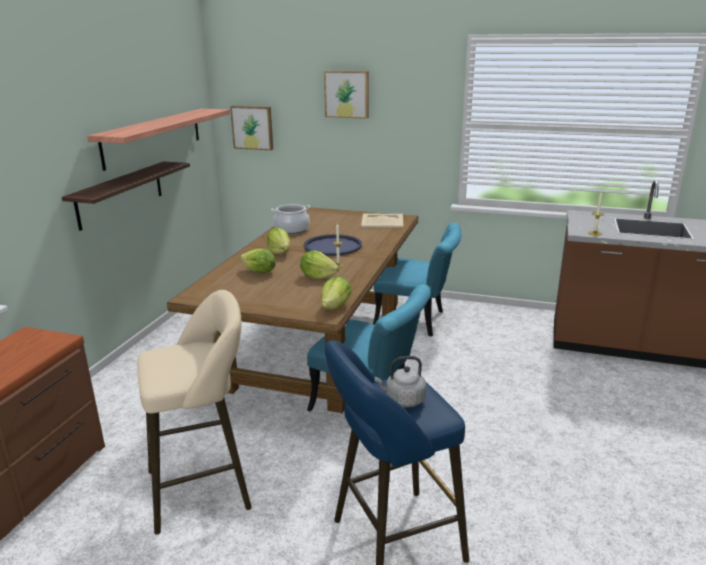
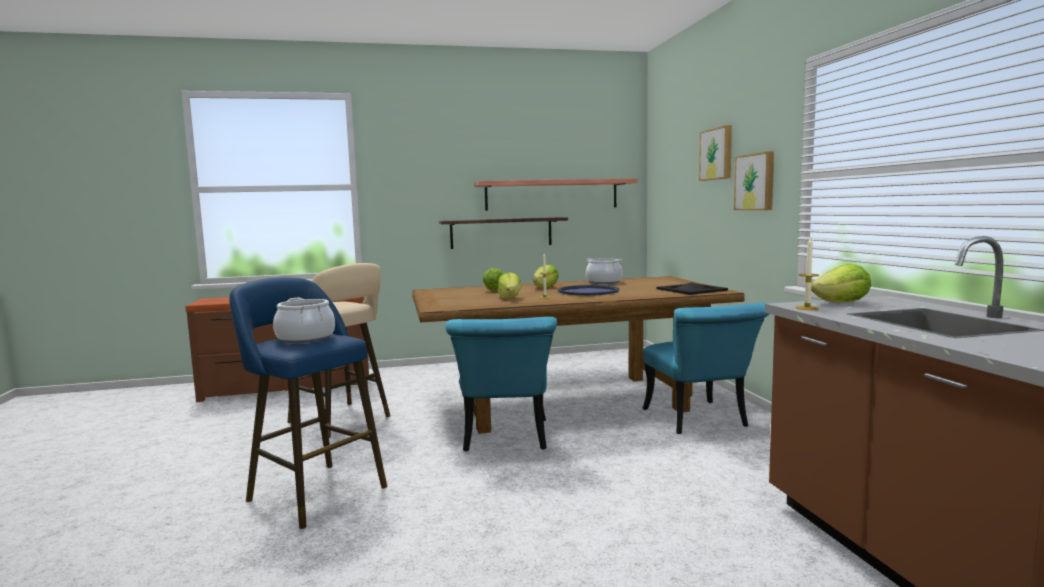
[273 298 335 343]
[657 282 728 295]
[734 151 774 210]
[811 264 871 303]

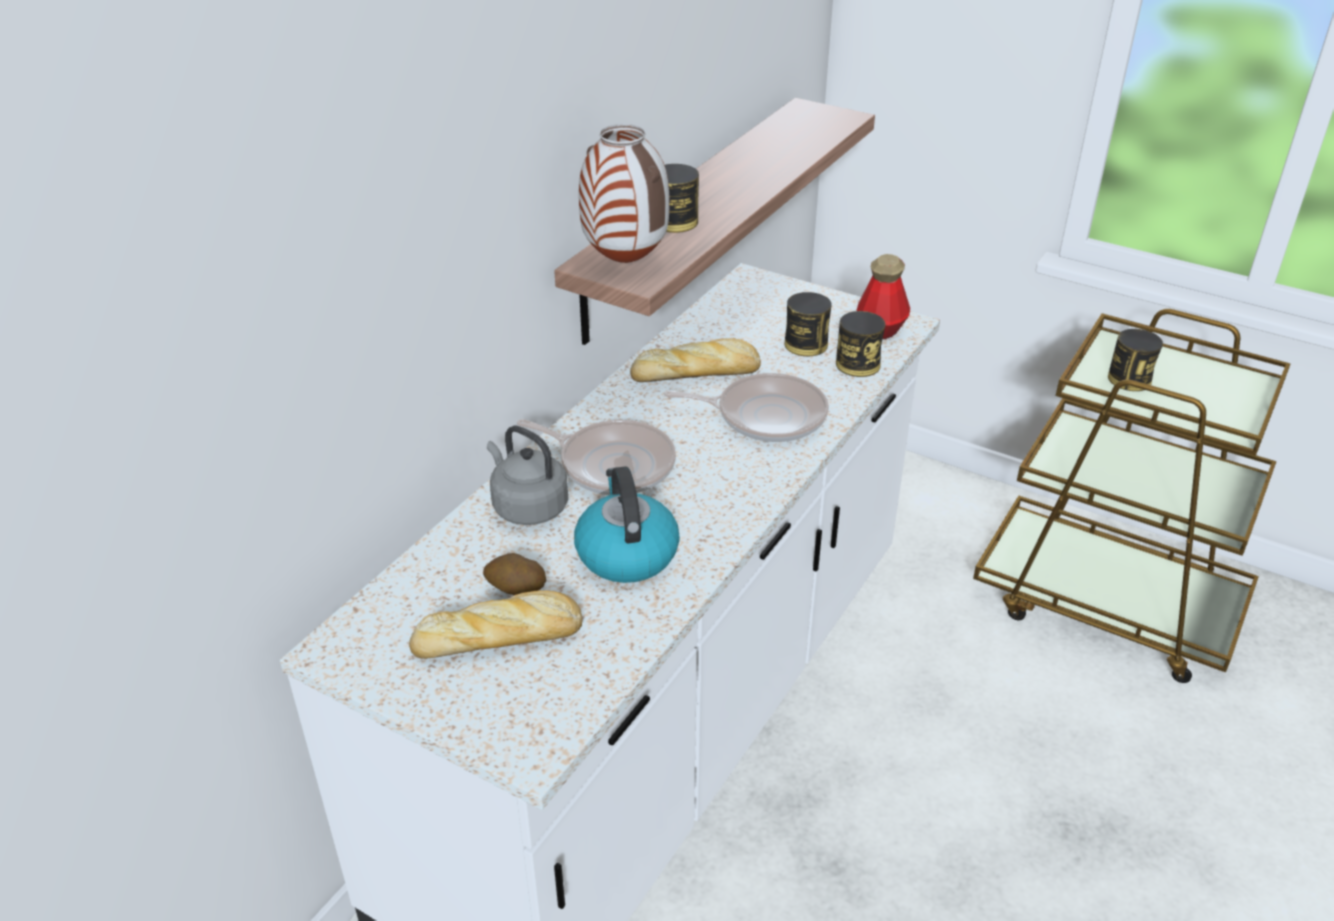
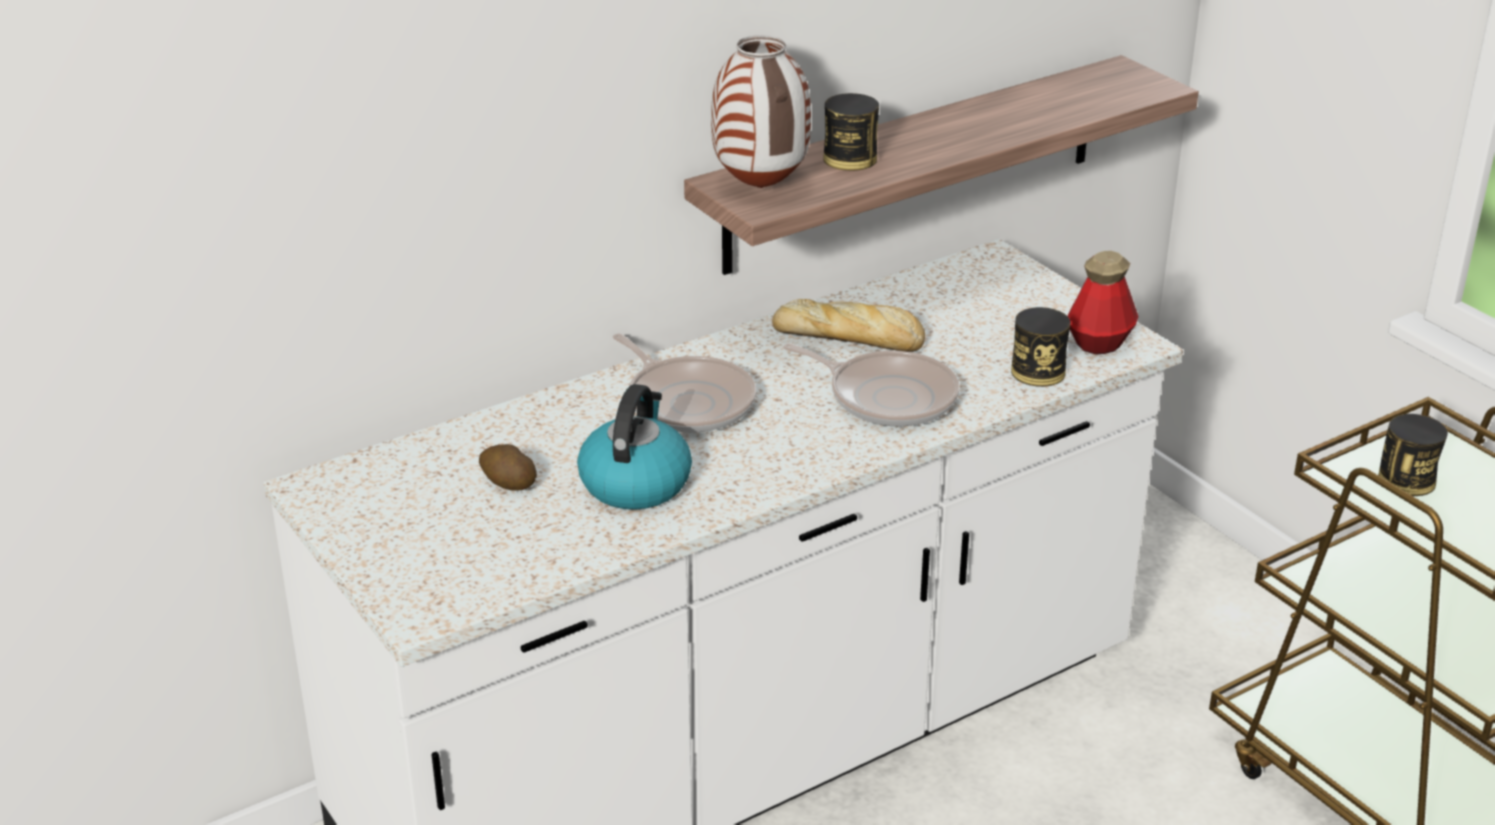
[409 590 582 659] (first image)
[487 426 568 525] (first image)
[785 292 832 356] (first image)

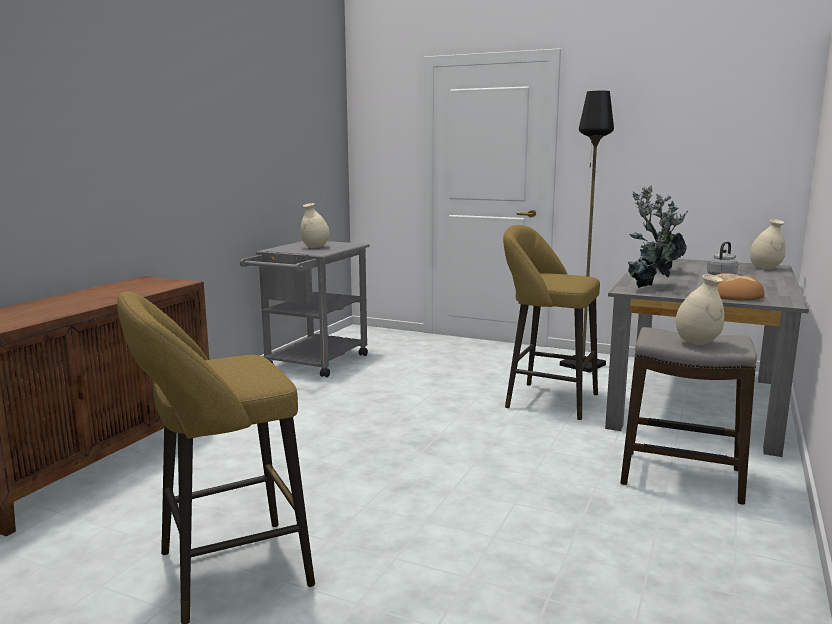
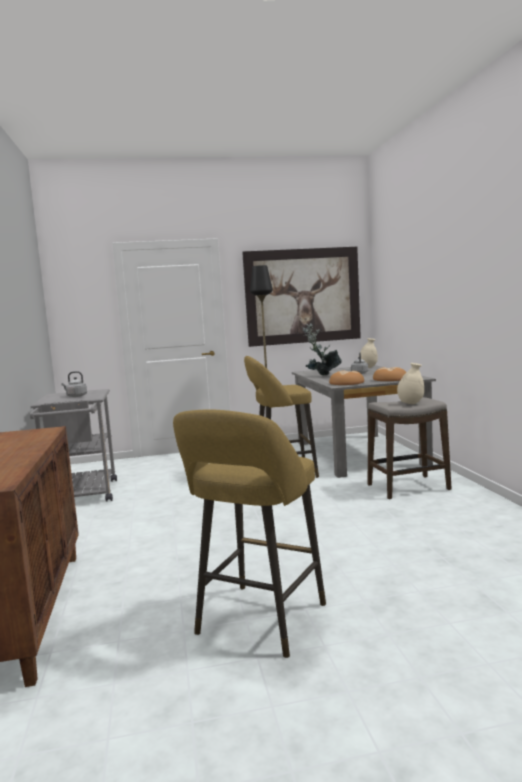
[61 371 87 397]
[242 247 361 347]
[329 371 364 385]

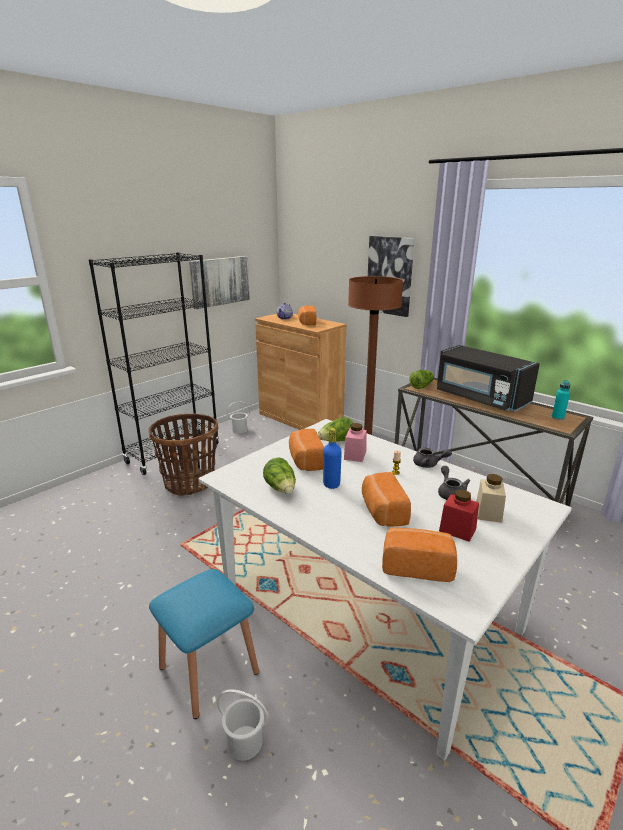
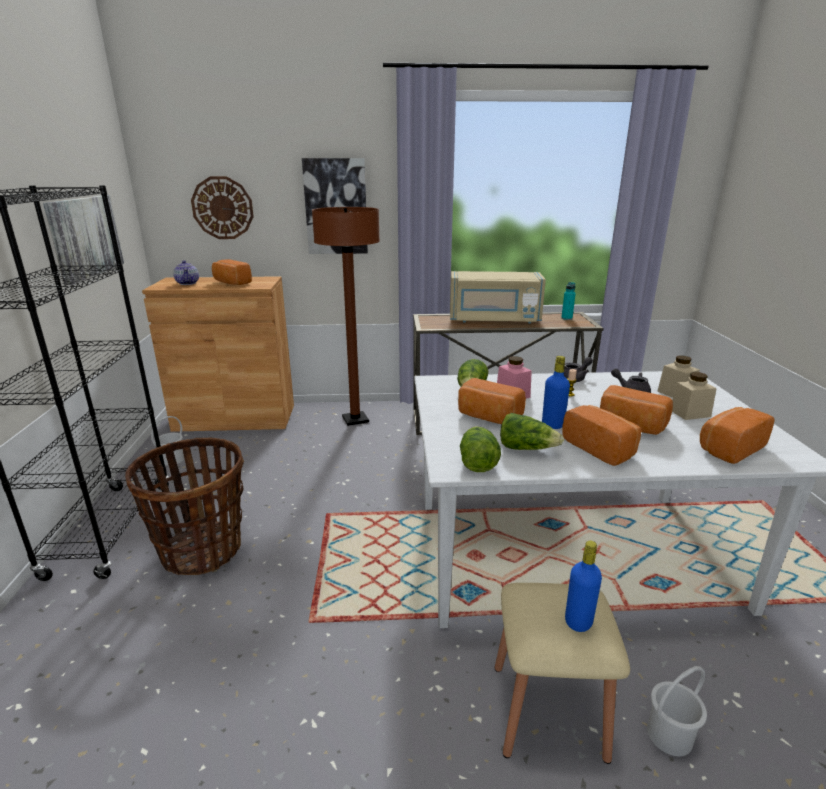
[191 176 254 239]
[450 271 546 323]
[460 426 501 472]
[495 583 630 764]
[562 405 641 466]
[565 541 602 632]
[672 372 717 420]

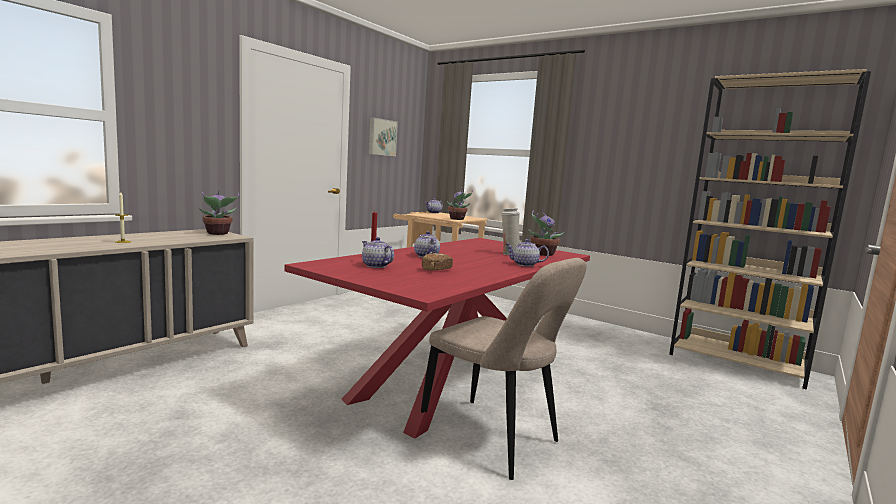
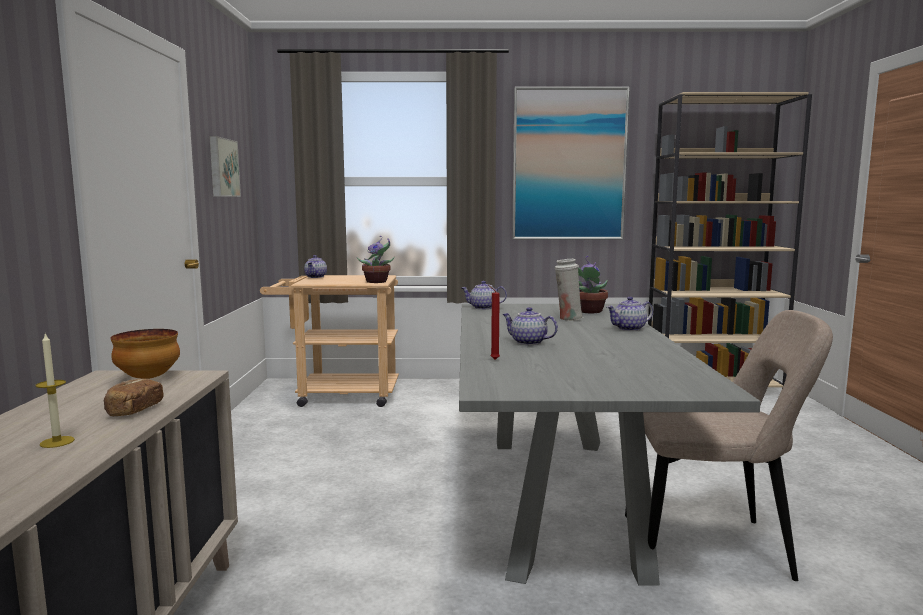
[103 379 163 417]
[111 329 180 379]
[459 304 761 585]
[462 281 507 309]
[512 87 630 239]

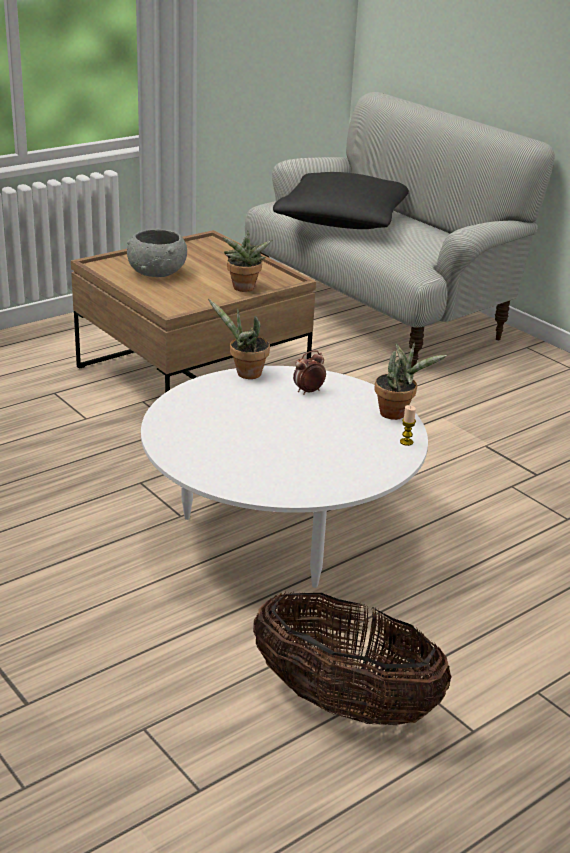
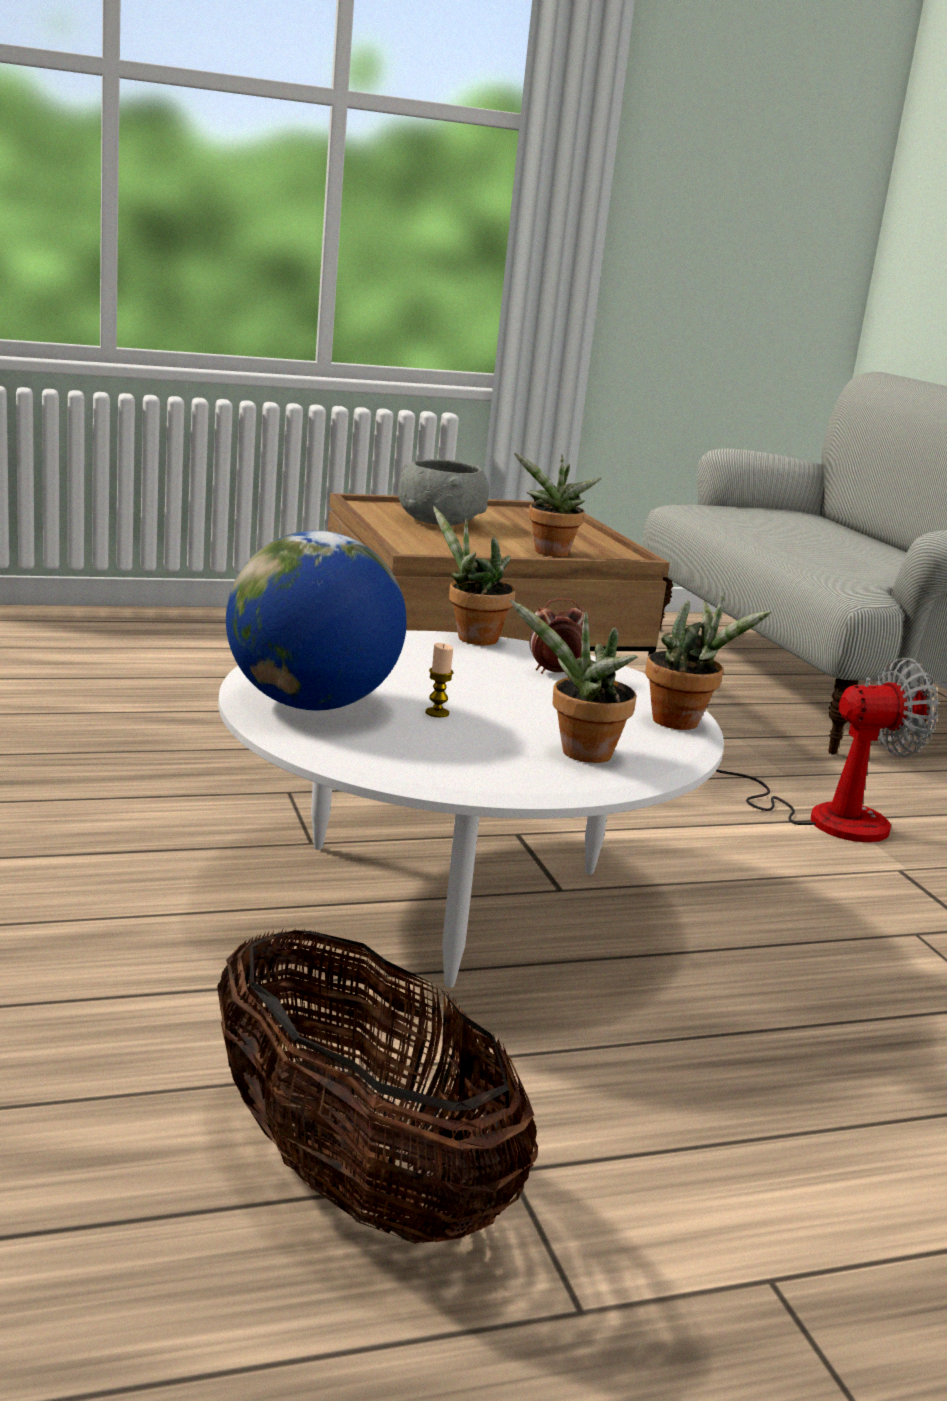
[226 531 407 710]
[426 643 453 717]
[509 599 637 763]
[716 658 938 842]
[273 172 409 229] (first image)

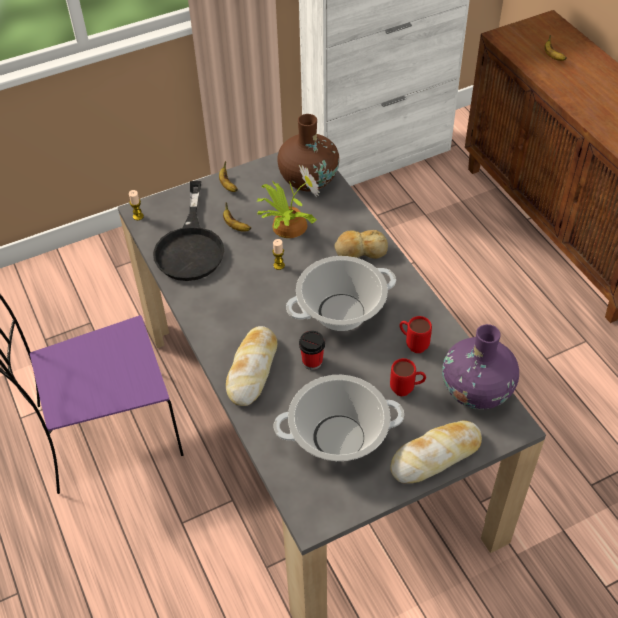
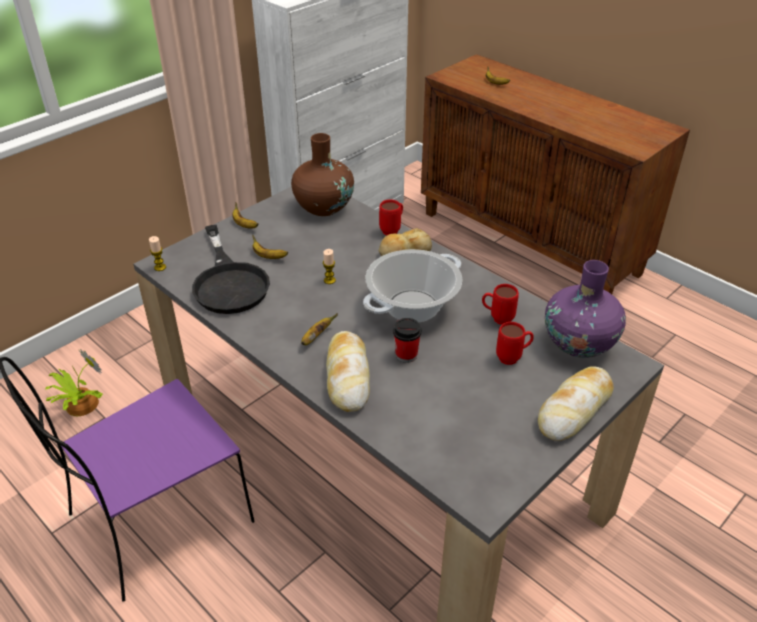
[45 349 103 416]
[301 313 338 345]
[379 199 403 235]
[274 375 404 461] (first image)

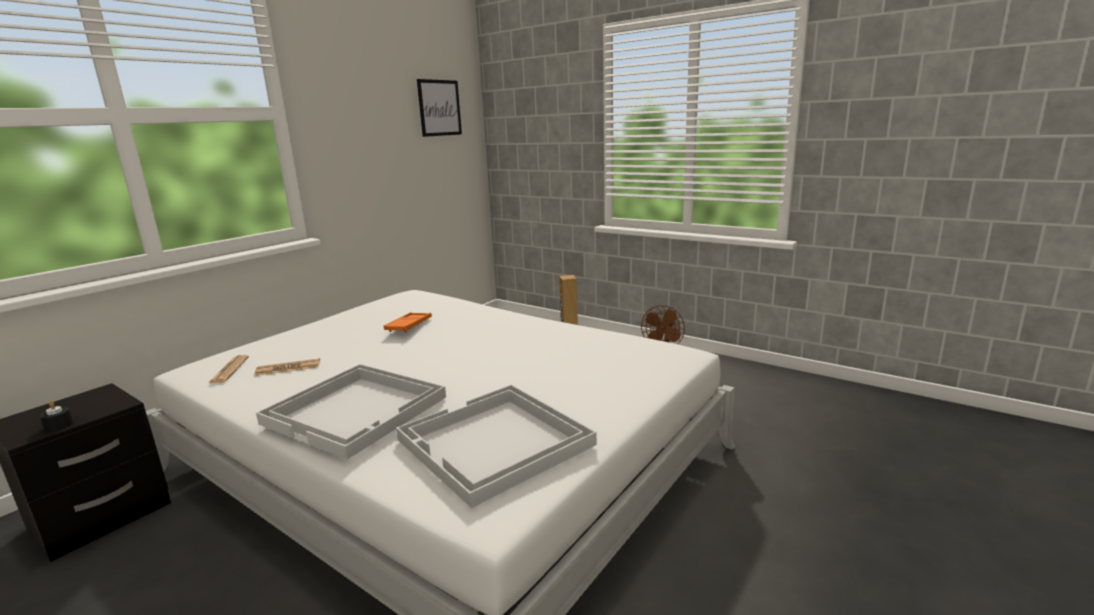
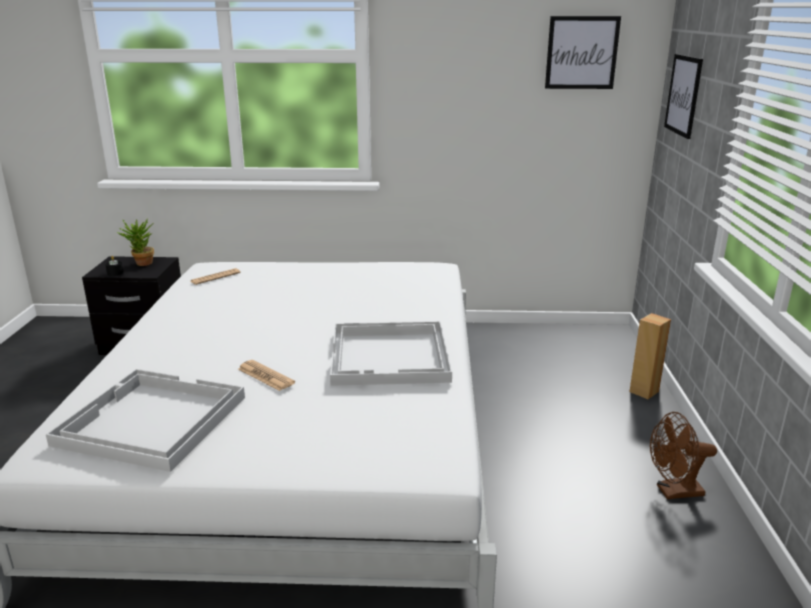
[117 218 154 266]
[238 360 295 391]
[330 321 452 386]
[664 54 703 139]
[384 312 432 332] (first image)

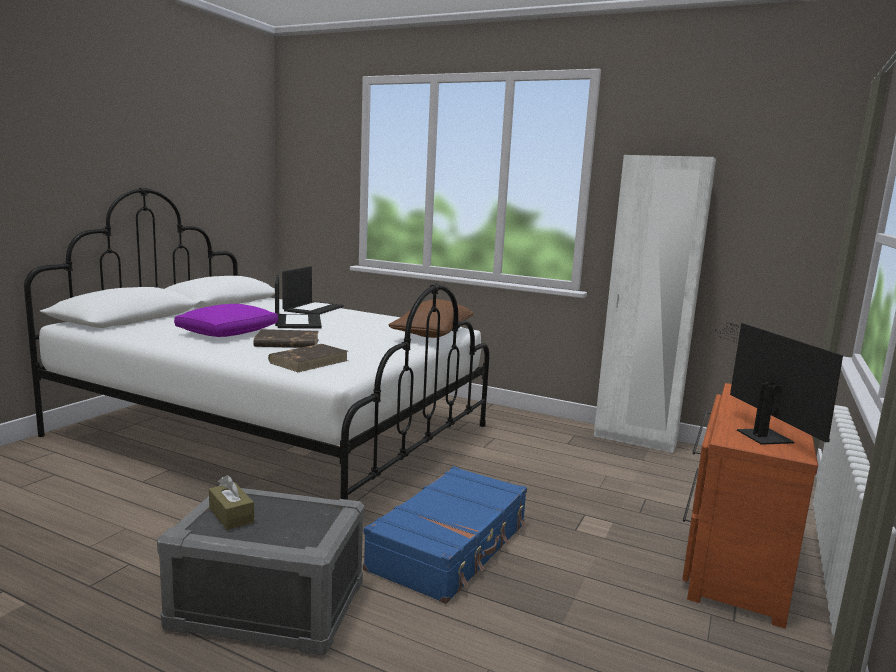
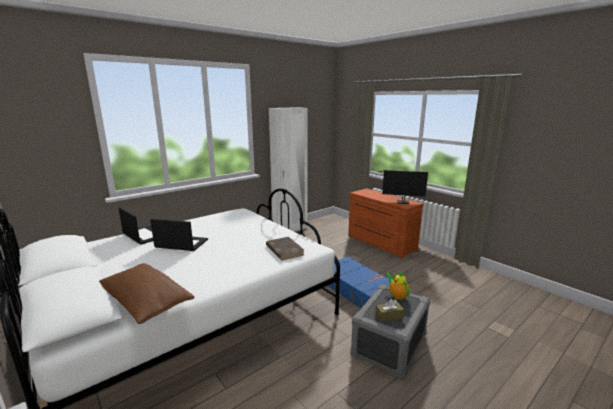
[99 263 195 324]
[386 273 410 300]
[174 304 278 337] (first image)
[253 329 319 348] (first image)

